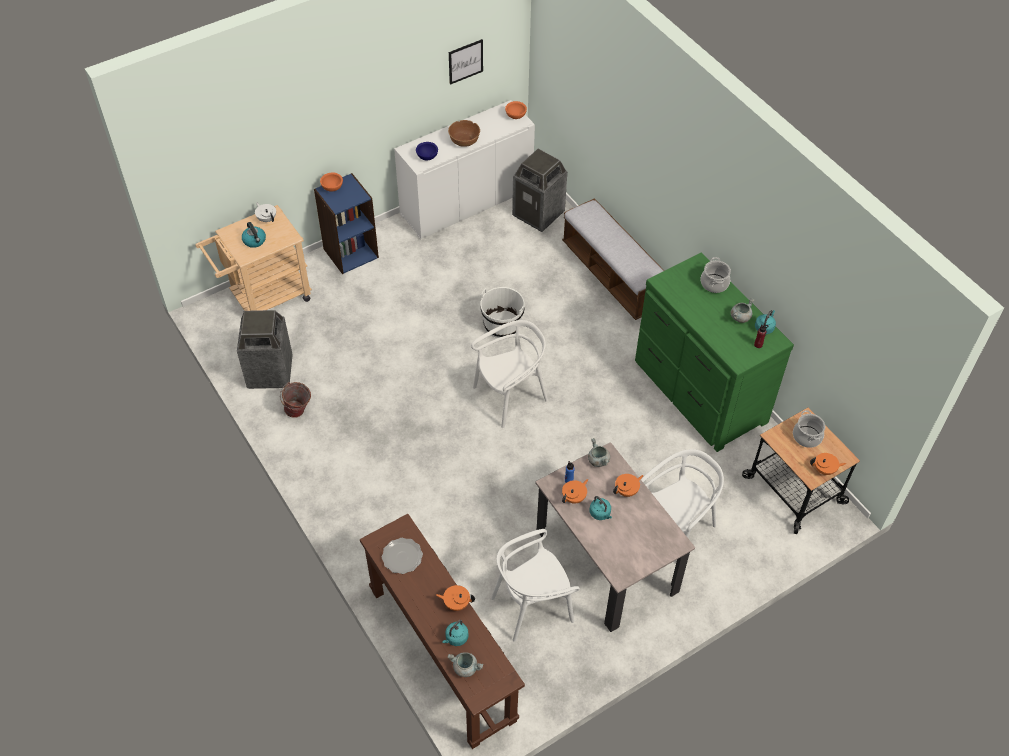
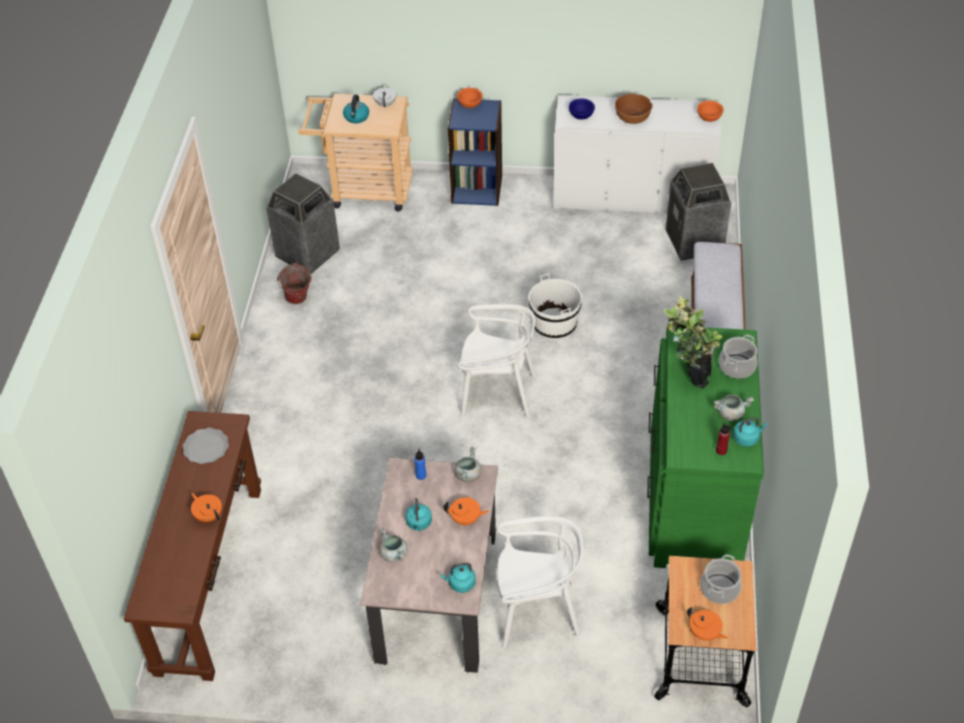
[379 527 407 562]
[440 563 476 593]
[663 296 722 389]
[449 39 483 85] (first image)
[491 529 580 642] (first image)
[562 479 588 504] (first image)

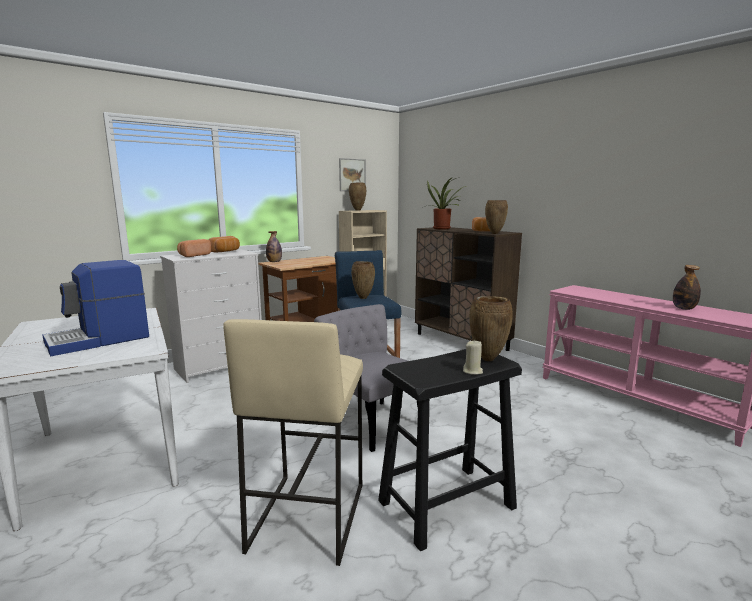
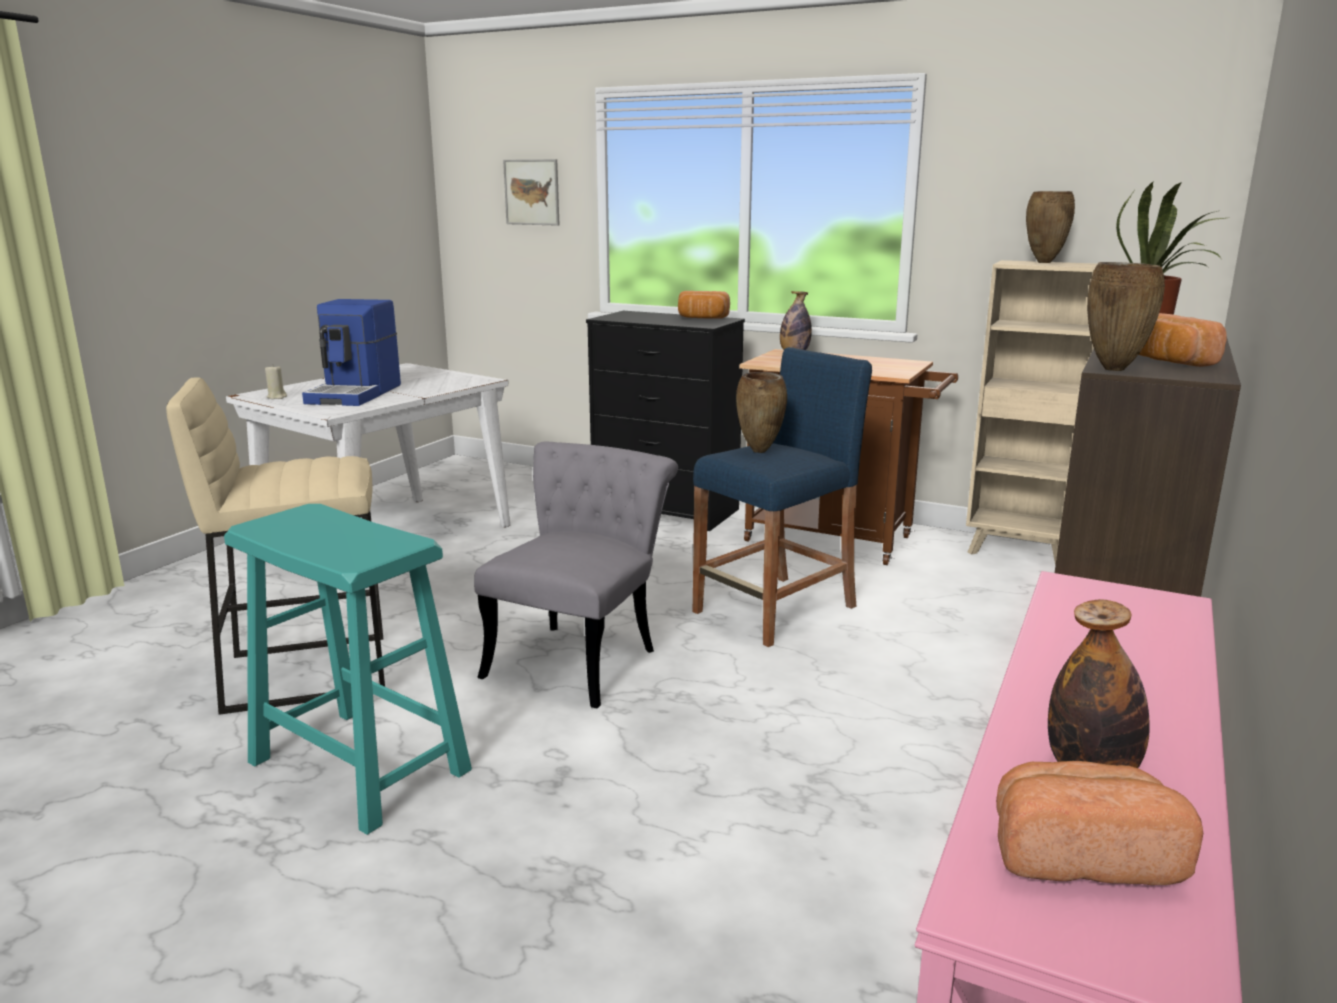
[224 504 472 835]
[265 364 287 399]
[302 299 401 406]
[503 159 559 226]
[586 311 745 531]
[996 761 1203 885]
[469 296 513 361] (first image)

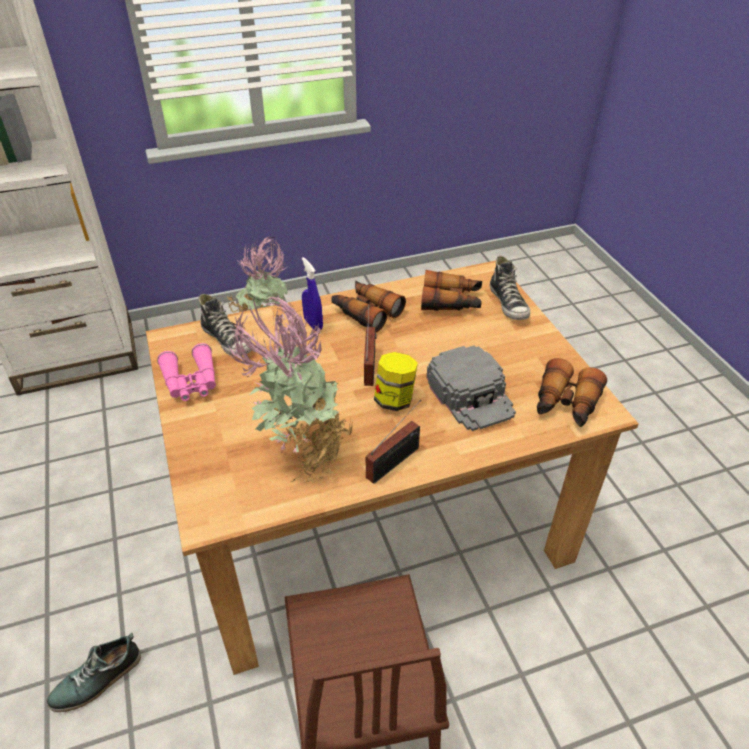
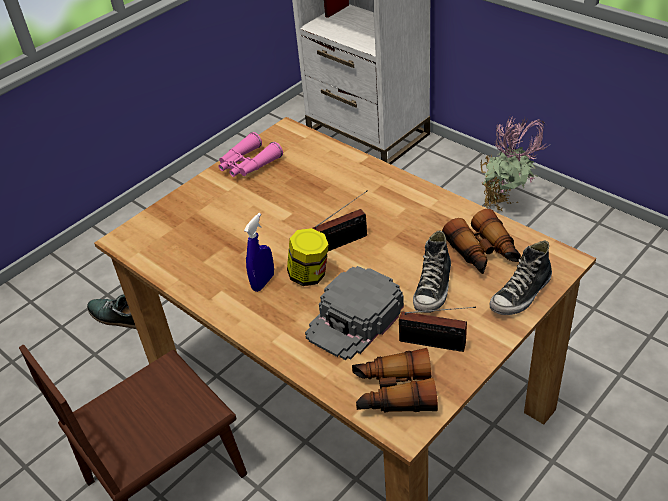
[244 213 274 292]
[399 307 476 352]
[413 230 451 313]
[228 294 353 483] (first image)
[331 281 406 333] (first image)

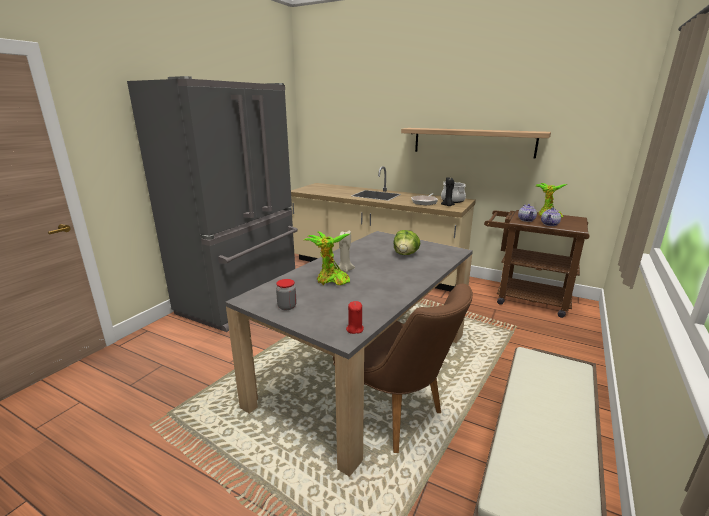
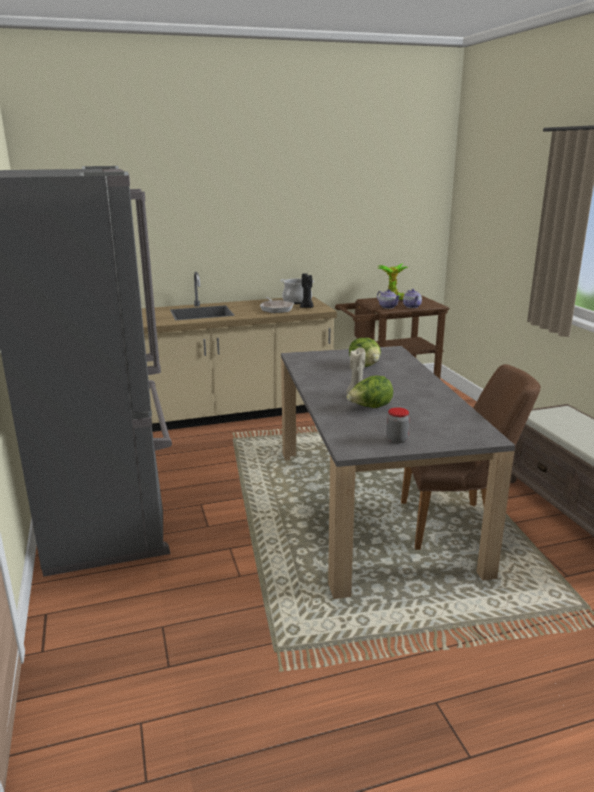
[347 375 393 408]
[346 301 364 334] (first image)
[401 128 551 158] (first image)

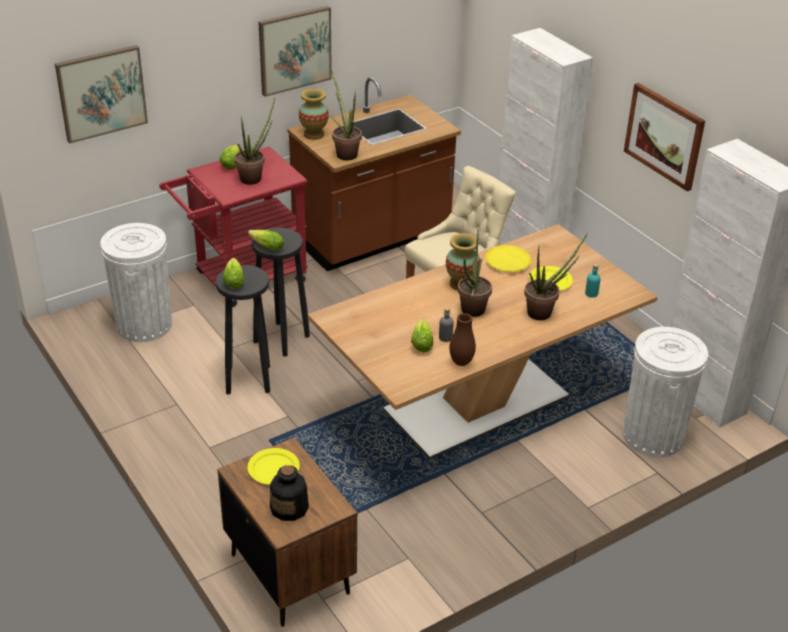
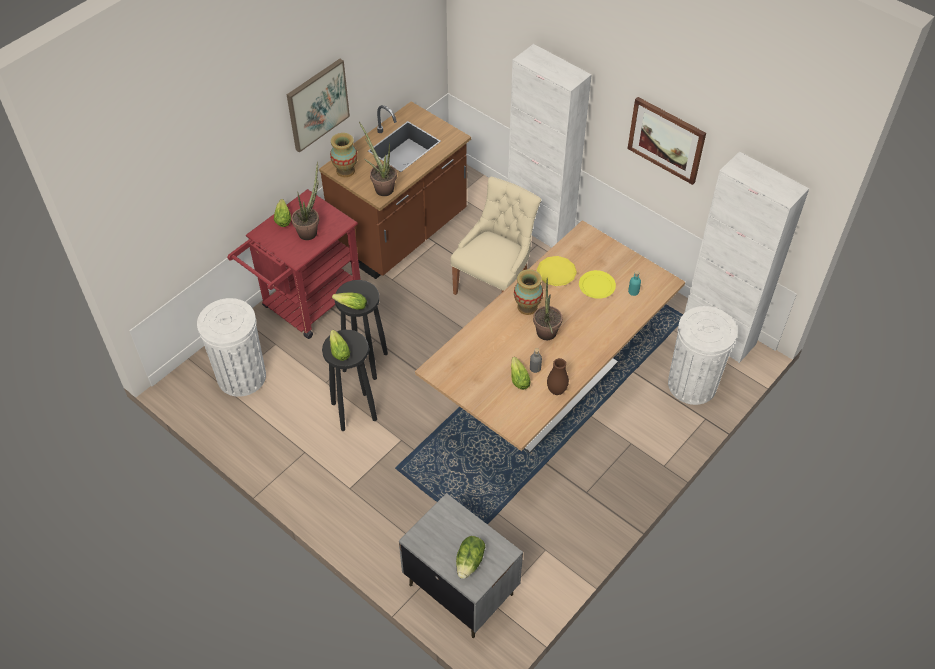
[399 493 523 638]
[456 536 485 579]
[55 45 148 143] (first image)
[247 448 300 485] (first image)
[524 232 588 320] (first image)

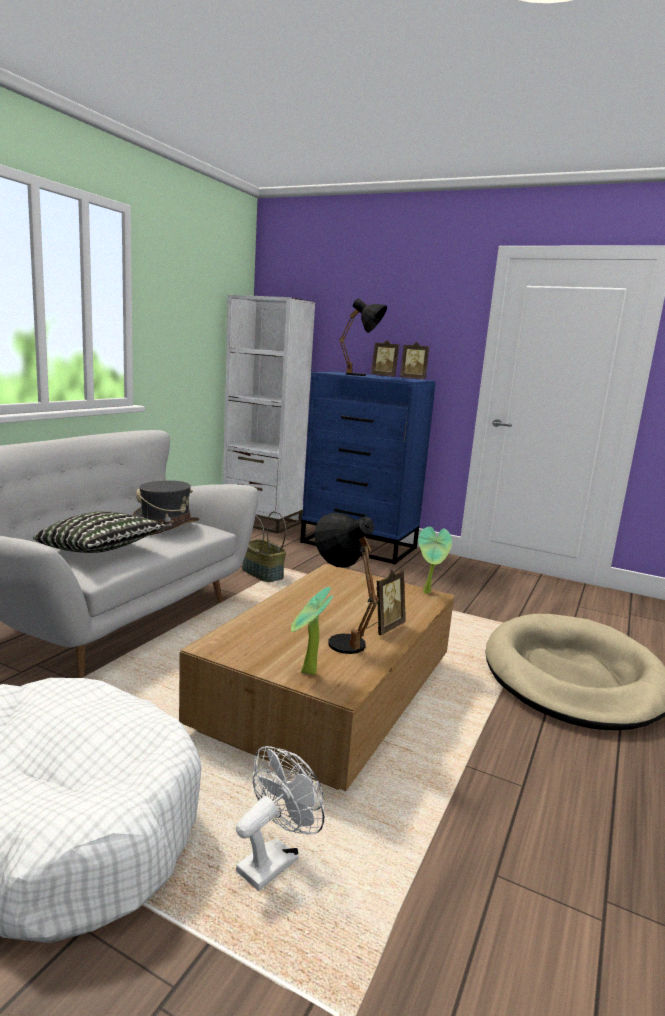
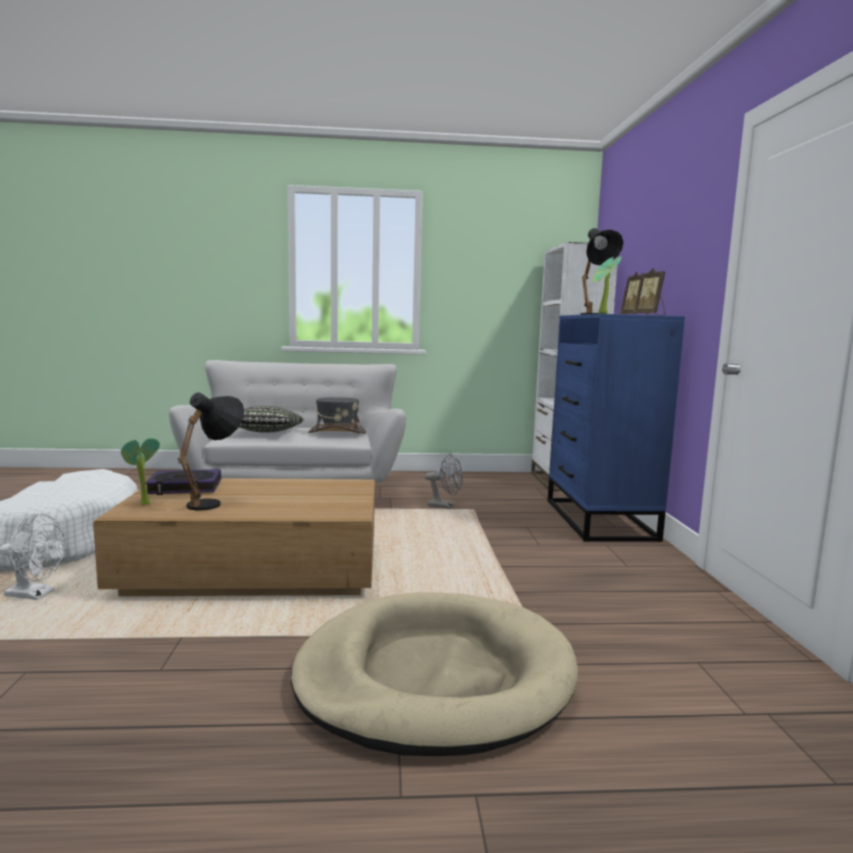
[146 469 221 495]
[425 454 463 509]
[593 256 621 314]
[366 569 406 635] (first image)

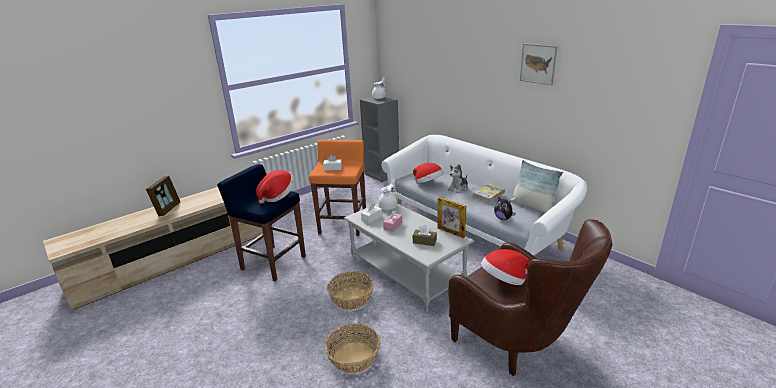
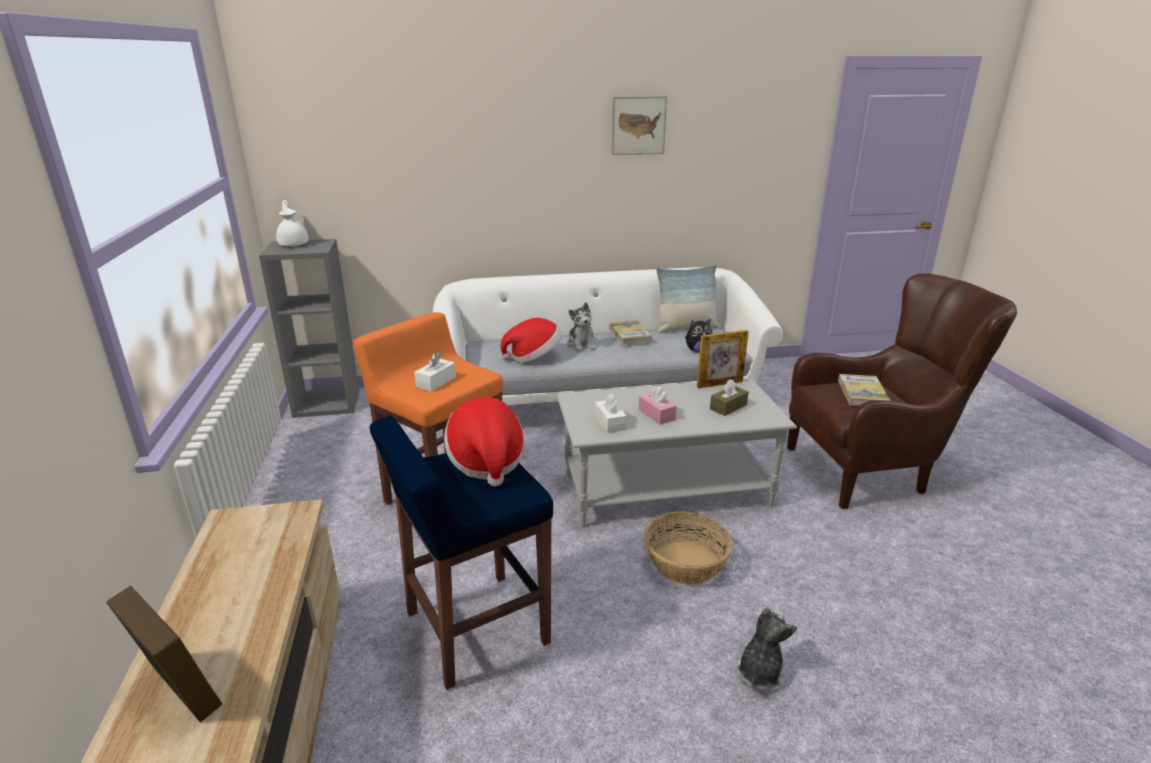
[735 607 797 693]
[838 374 891 406]
[325 324 380 374] (first image)
[378 179 397 210] (first image)

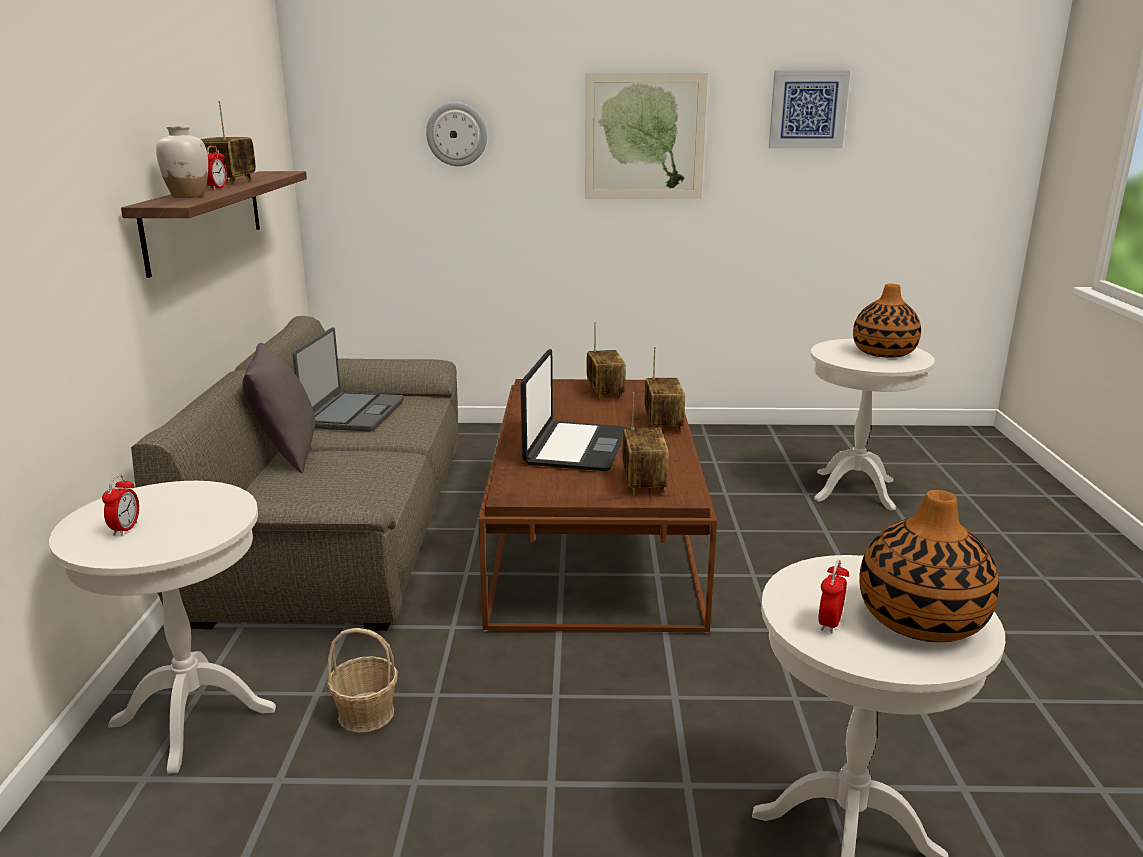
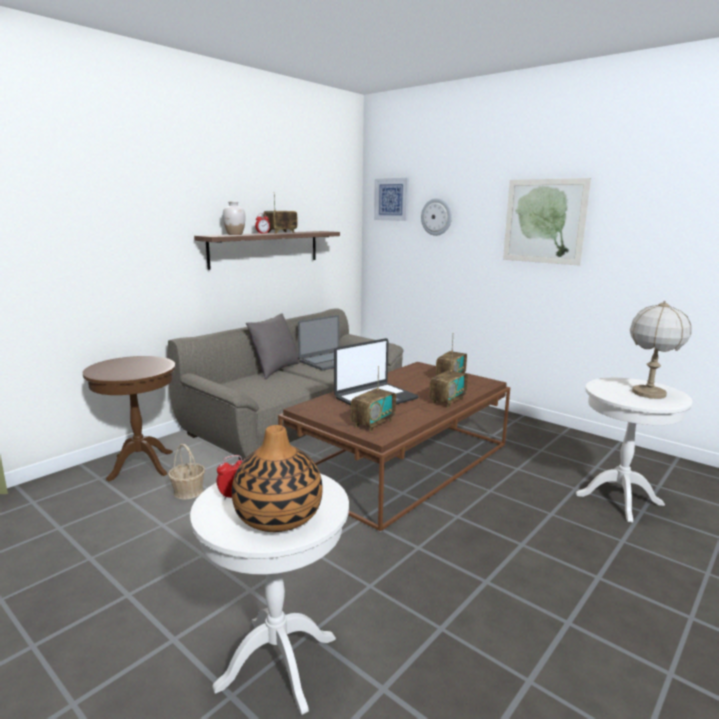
[83 356 175 481]
[374 178 409 221]
[630 301 691 399]
[102 475 139 536] (first image)

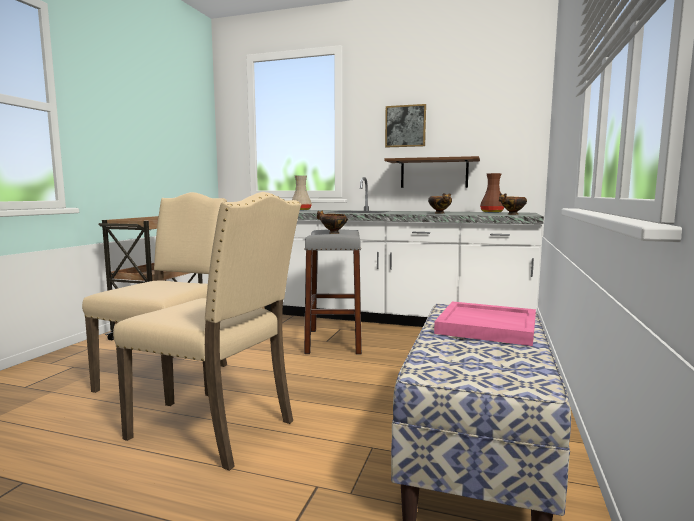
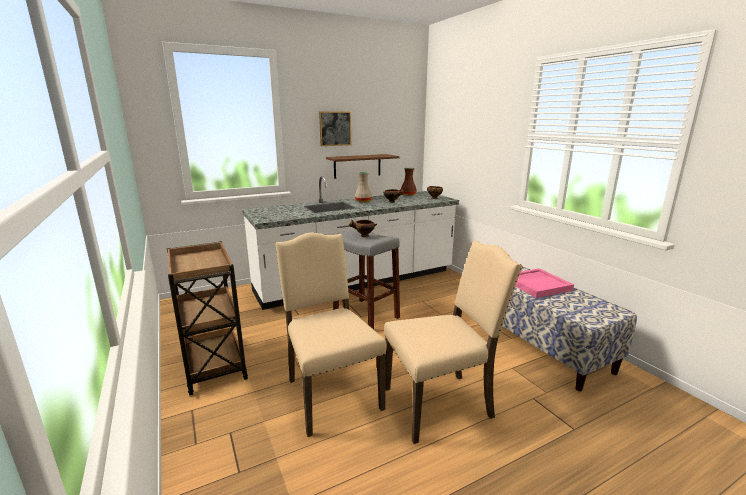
[355 172 372 202]

